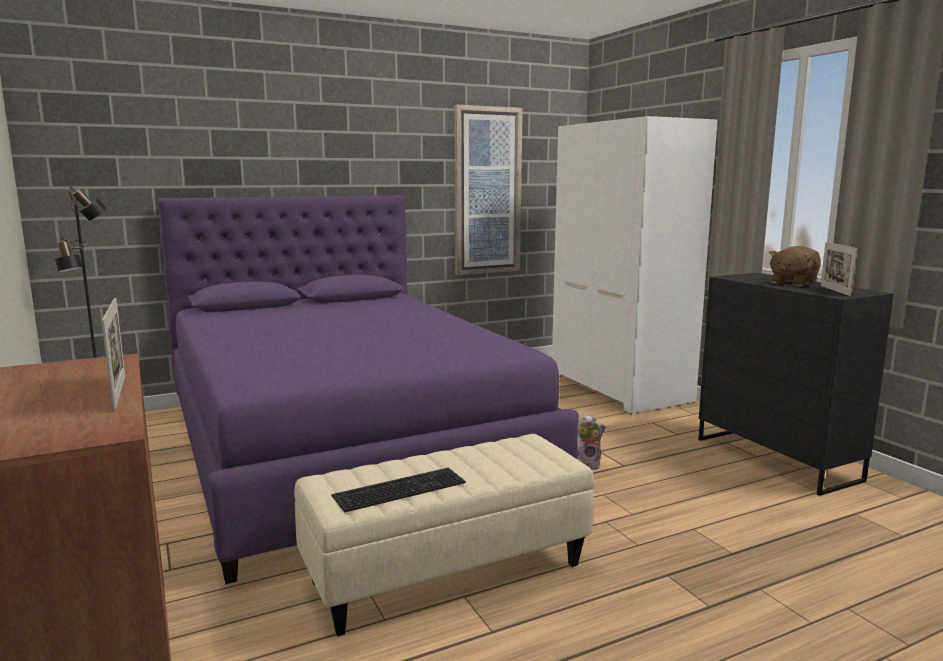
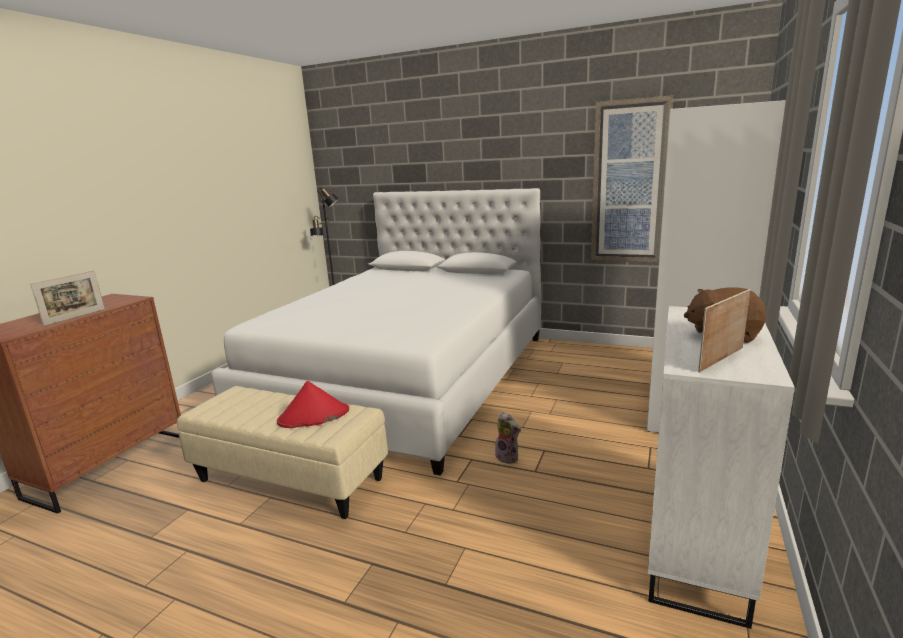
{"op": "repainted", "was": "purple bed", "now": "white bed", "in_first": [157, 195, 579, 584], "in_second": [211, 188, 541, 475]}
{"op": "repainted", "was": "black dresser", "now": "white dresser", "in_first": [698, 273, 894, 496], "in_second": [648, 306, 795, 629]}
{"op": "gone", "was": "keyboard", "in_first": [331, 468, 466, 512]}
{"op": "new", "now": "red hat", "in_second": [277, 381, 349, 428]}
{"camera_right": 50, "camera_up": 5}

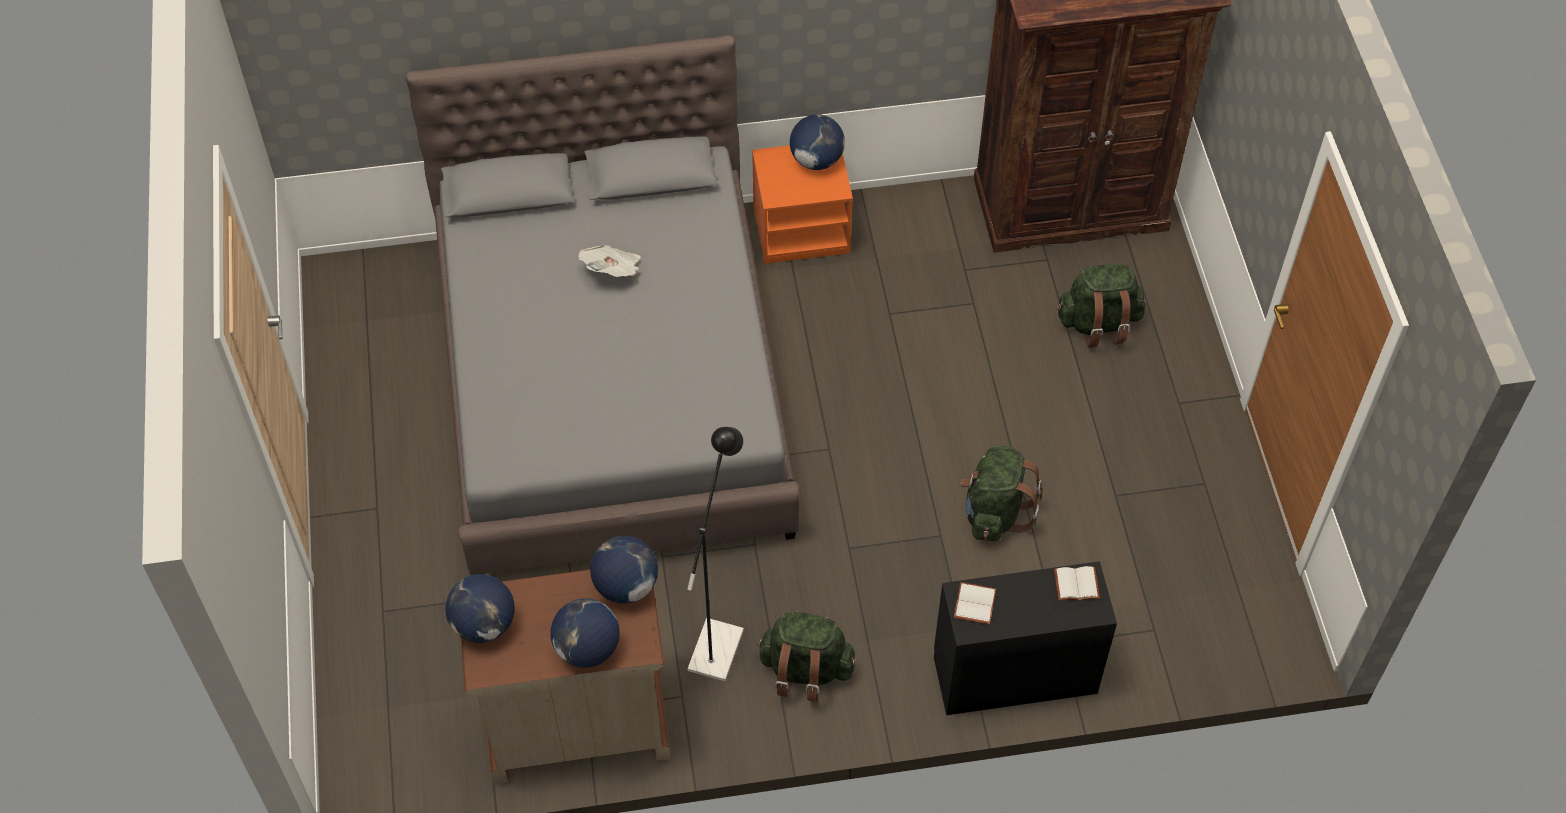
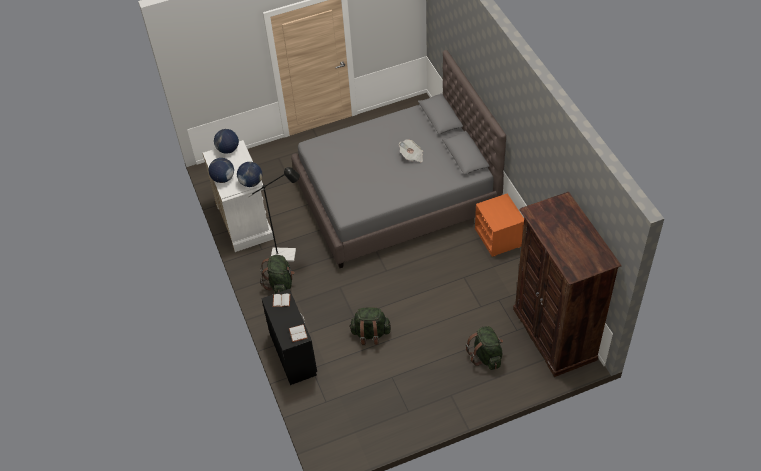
{"op": "gone", "was": "globe", "in_first": [790, 114, 845, 170]}
{"op": "repainted", "was": "brown dresser", "now": "white dresser", "in_first": [461, 570, 671, 785], "in_second": [202, 140, 274, 252]}
{"camera_right": 80, "camera_up": -5}

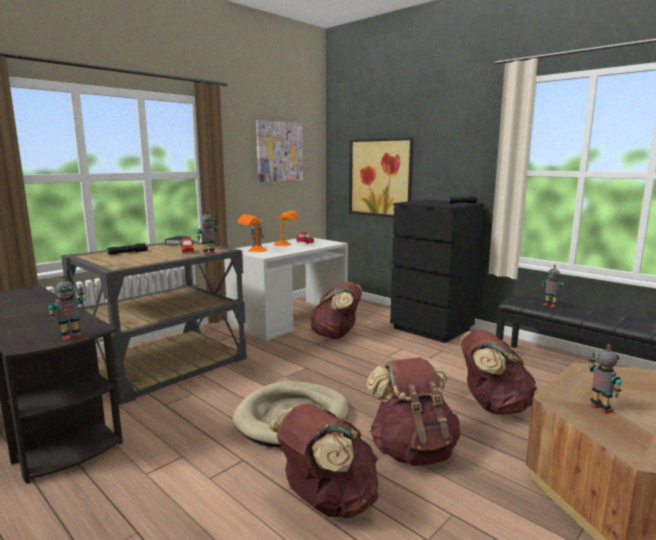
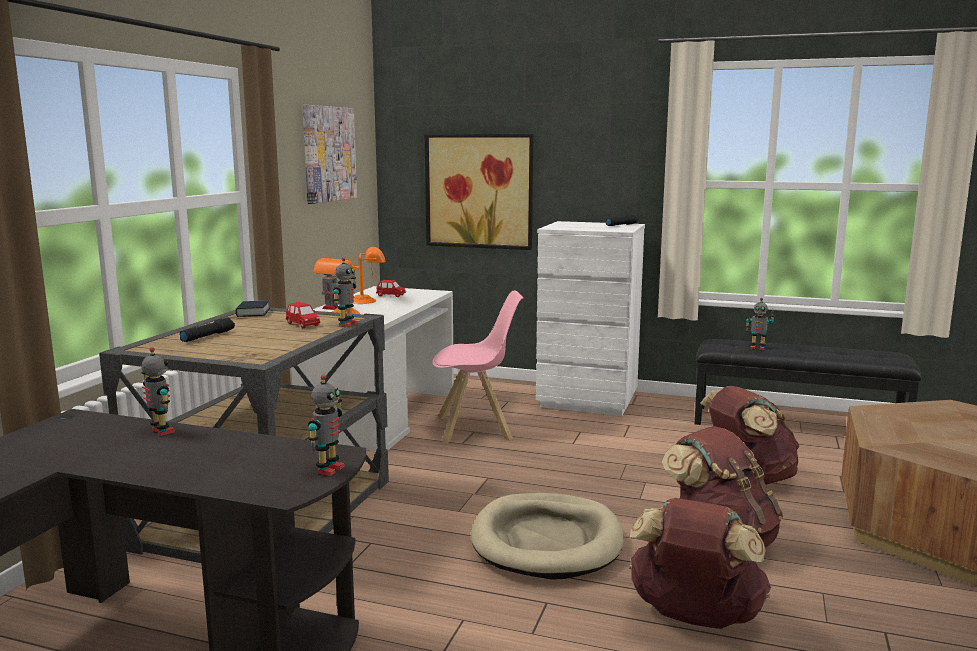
{"op": "repainted", "was": "black dresser", "now": "white dresser", "in_first": [390, 200, 484, 343], "in_second": [536, 221, 645, 416]}
{"op": "swapped", "was": "brown backpack", "now": "pink chair", "in_first": [309, 282, 362, 339], "in_second": [432, 290, 523, 443]}
{"op": "shifted", "was": "toy robot", "in_first": [589, 344, 622, 414], "in_second": [141, 347, 175, 436]}
{"camera_right": -25, "camera_up": 0}

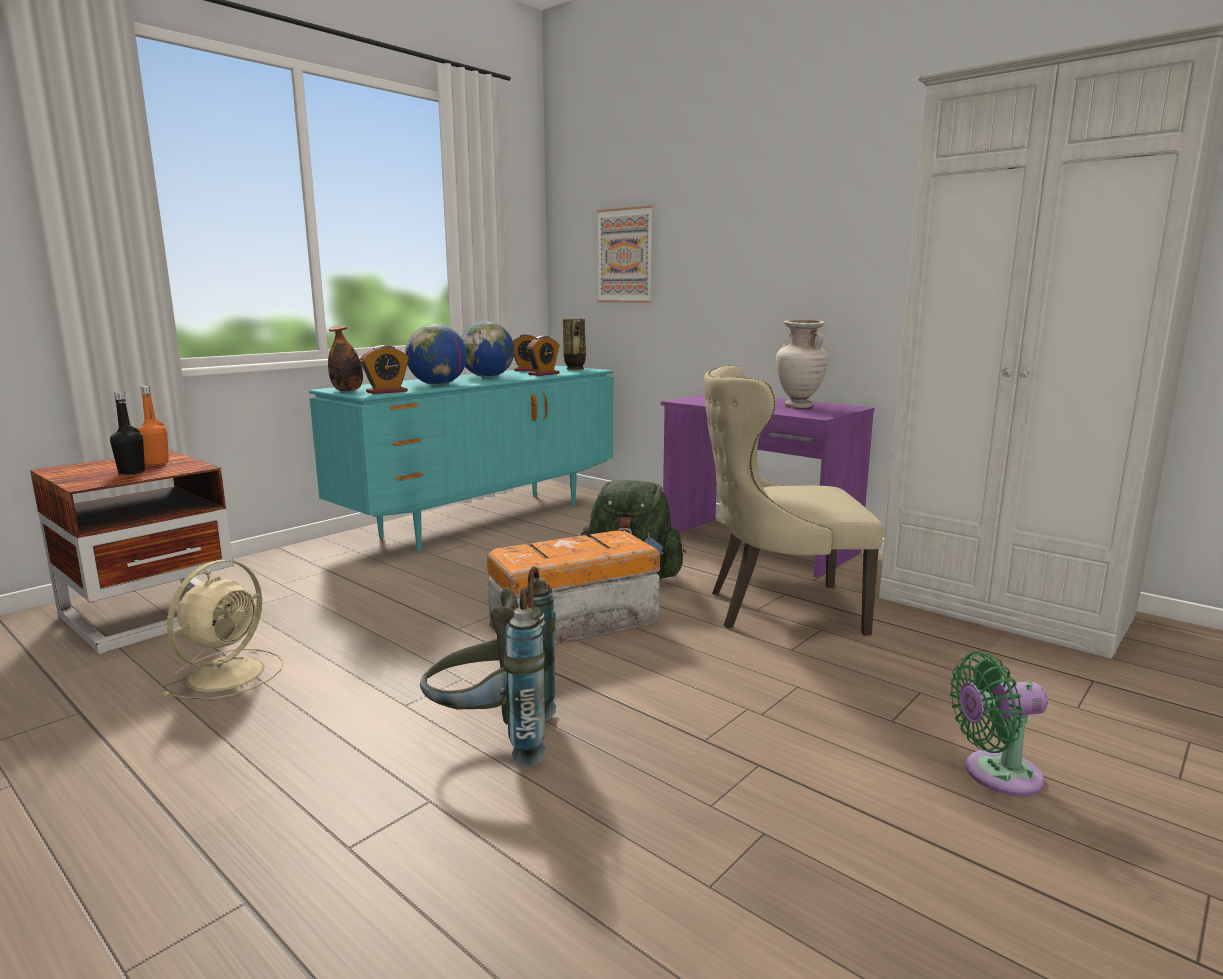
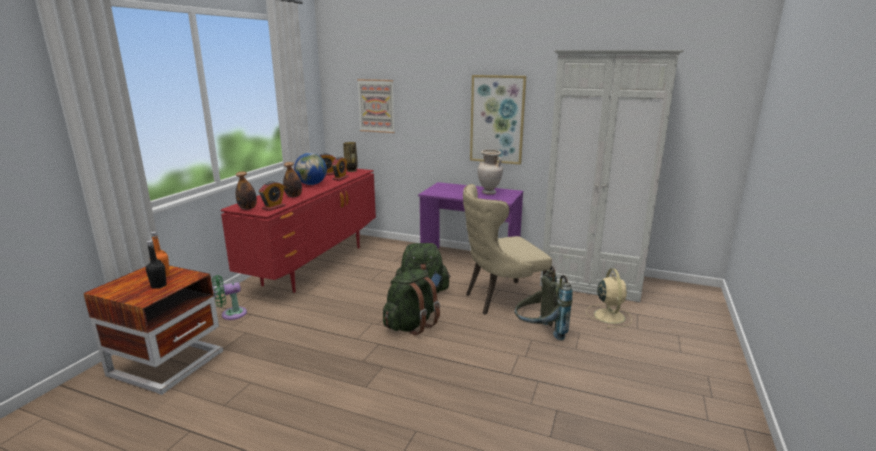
{"op": "swapped", "was": "globe", "now": "bottle", "in_first": [405, 324, 467, 385], "in_second": [283, 162, 302, 197]}
{"op": "repainted", "was": "turquoise dresser", "now": "red dresser", "in_first": [309, 366, 614, 551], "in_second": [221, 169, 376, 293]}
{"op": "swapped", "was": "storage box", "now": "green backpack", "in_first": [487, 530, 660, 645], "in_second": [383, 269, 440, 335]}
{"op": "shifted", "was": "beige fan", "in_first": [162, 560, 284, 699], "in_second": [586, 269, 632, 328]}
{"op": "shifted", "was": "grey backpack", "in_first": [420, 567, 556, 766], "in_second": [515, 266, 573, 340]}
{"op": "shifted", "was": "green fan", "in_first": [950, 652, 1048, 796], "in_second": [212, 275, 247, 320]}
{"op": "new", "now": "picture", "in_second": [470, 75, 526, 165]}
{"camera_right": -20, "camera_up": 5}

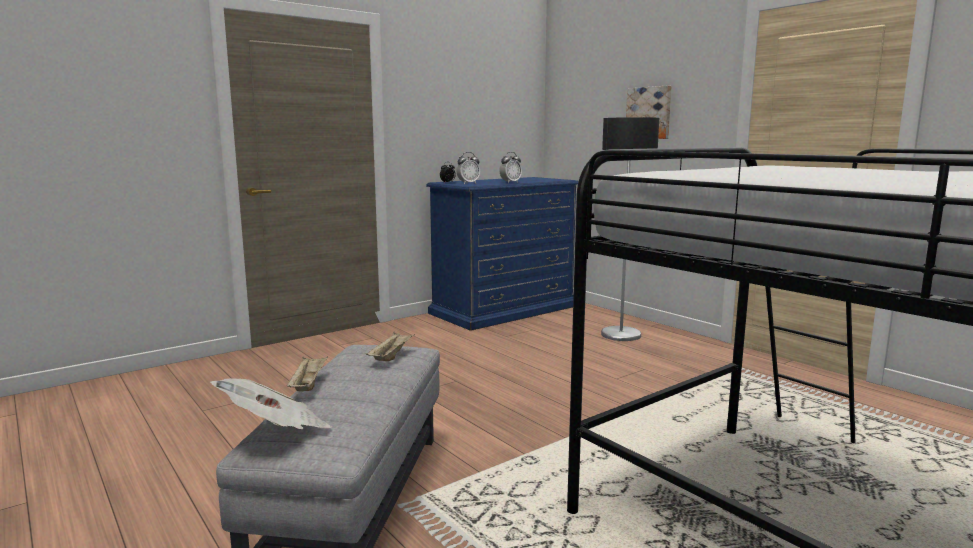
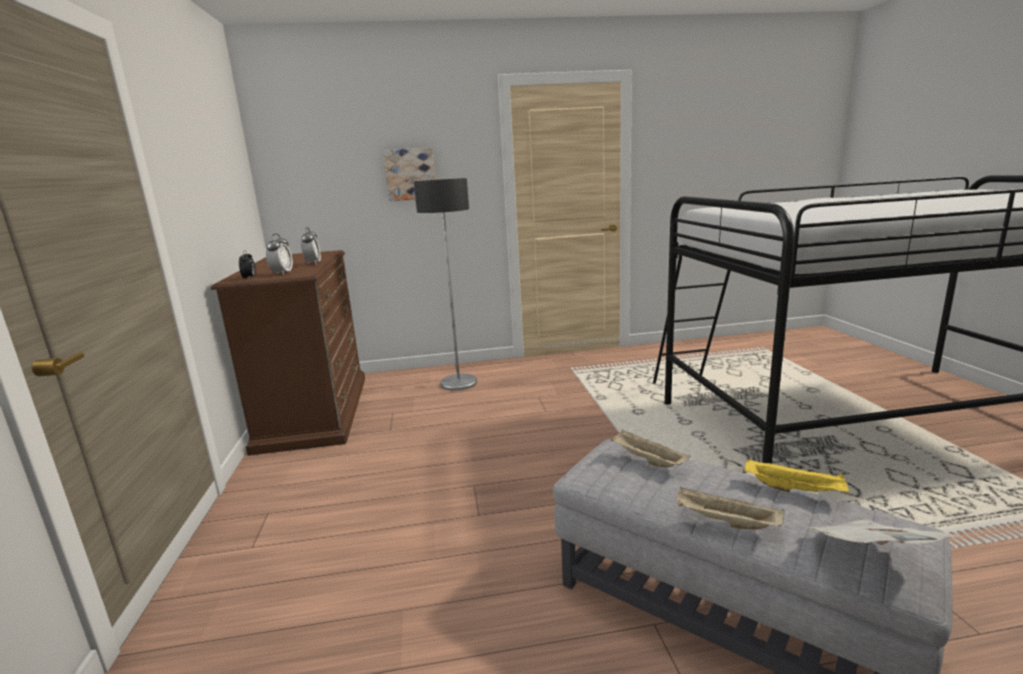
{"op": "repainted", "was": "blue dresser", "now": "brown dresser", "in_first": [426, 177, 578, 331], "in_second": [211, 250, 365, 456]}
{"op": "new", "now": "yellow tray", "in_second": [744, 459, 849, 493]}
{"camera_right": -60, "camera_up": 5}

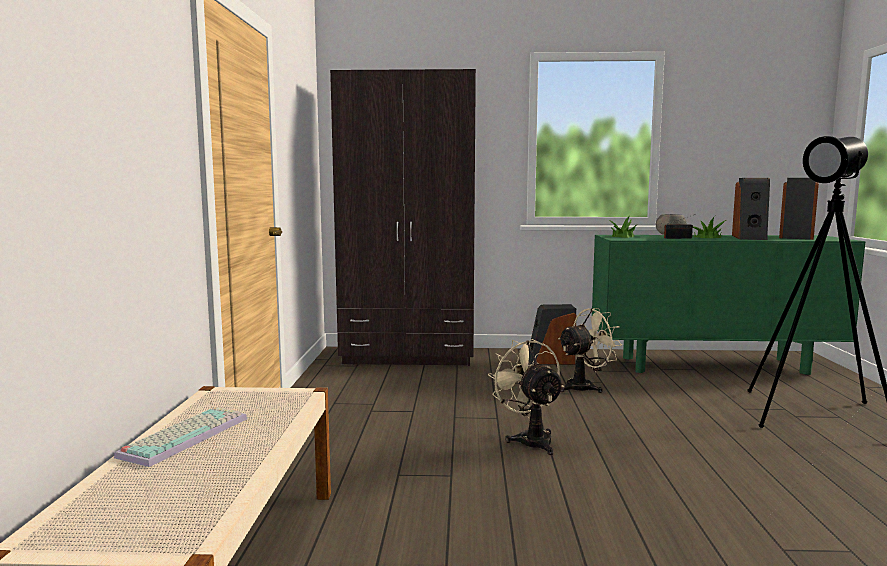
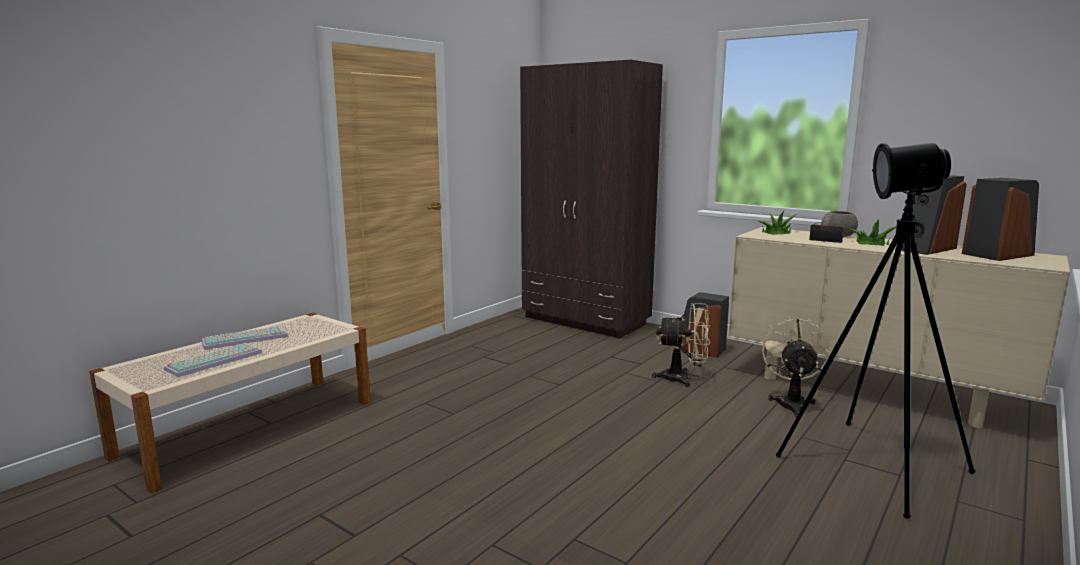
{"op": "repainted", "was": "green dresser", "now": "beige dresser", "in_first": [592, 235, 866, 375], "in_second": [728, 227, 1070, 428]}
{"op": "shifted", "was": "beige fan", "in_first": [488, 339, 564, 455], "in_second": [761, 316, 830, 417]}
{"op": "new", "now": "keyboard", "in_second": [164, 343, 262, 377]}
{"camera_right": 35, "camera_up": 5}

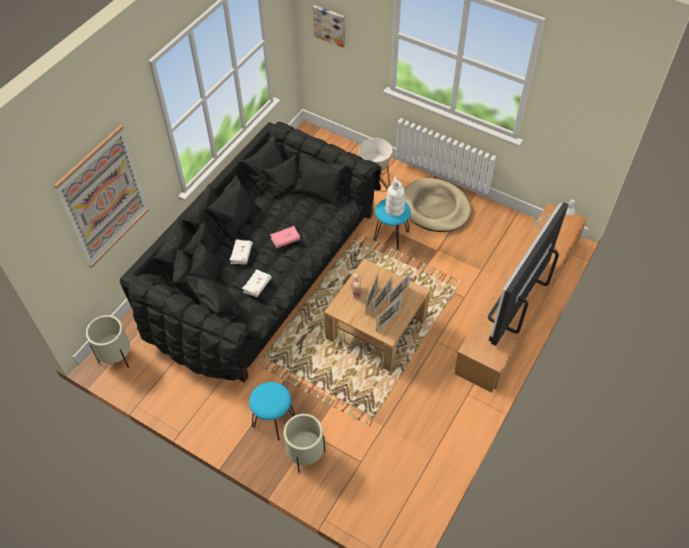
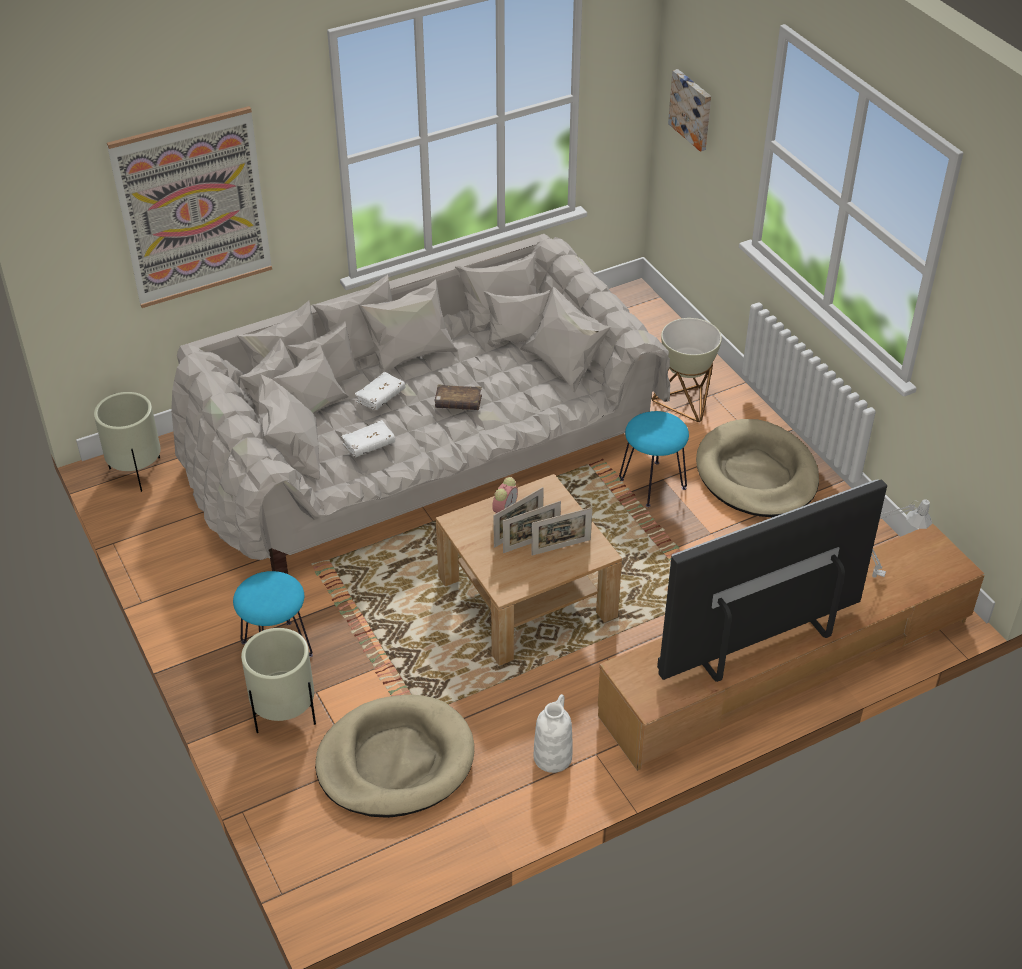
{"op": "repainted", "was": "black sofa", "now": "white sofa", "in_first": [120, 122, 381, 383], "in_second": [171, 234, 670, 574]}
{"op": "shifted", "was": "white vase", "in_first": [385, 177, 405, 217], "in_second": [534, 694, 573, 773]}
{"op": "repainted", "was": "pink book", "now": "brown book", "in_first": [270, 226, 300, 248], "in_second": [435, 384, 482, 410]}
{"op": "gone", "was": "picture frame", "in_first": [376, 296, 402, 332]}
{"op": "new", "now": "beige dog bed", "in_second": [315, 695, 474, 818]}
{"camera_right": 30, "camera_up": -10}

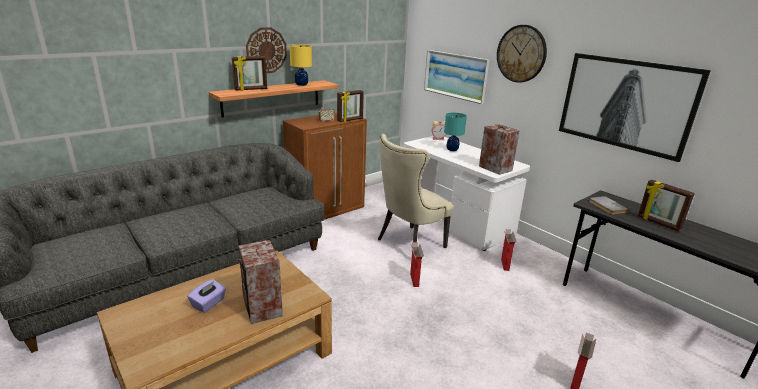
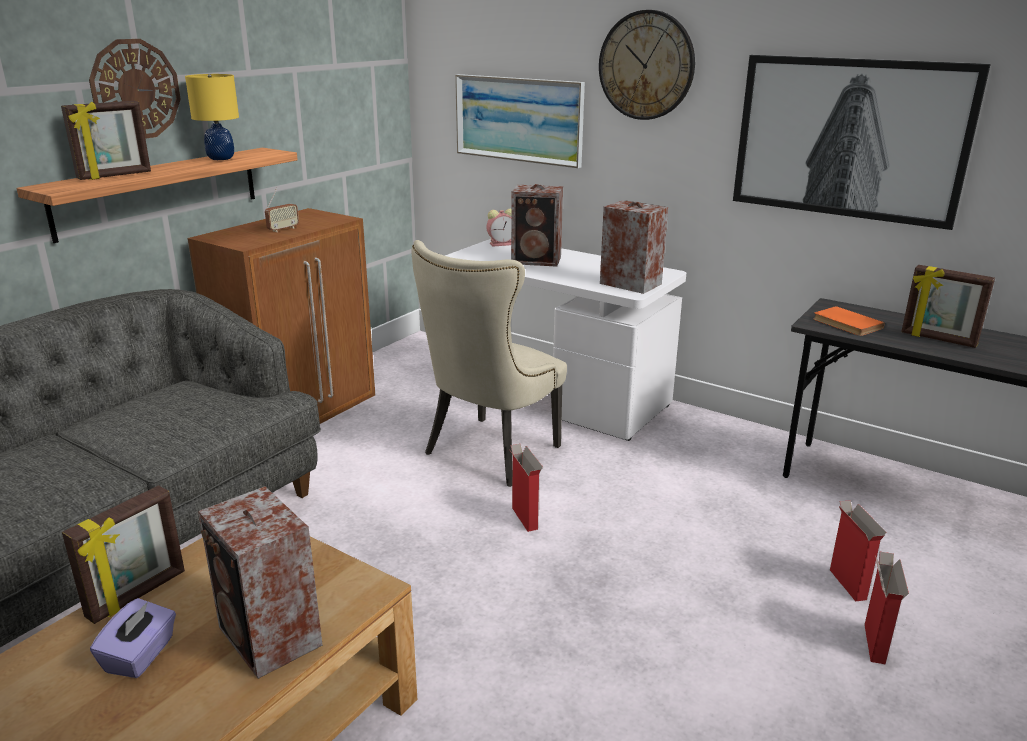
{"op": "shifted", "was": "picture frame", "in_first": [337, 90, 364, 122], "in_second": [62, 485, 185, 624]}
{"op": "swapped", "was": "turquoise table lamp", "now": "speaker", "in_first": [444, 113, 467, 151], "in_second": [511, 184, 563, 267]}
{"op": "repainted", "was": "grey book", "now": "orange book", "in_first": [589, 196, 629, 215], "in_second": [814, 306, 885, 336]}
{"op": "shifted", "was": "cardboard box", "in_first": [501, 229, 517, 271], "in_second": [830, 500, 886, 601]}
{"camera_right": -15, "camera_up": 0}

